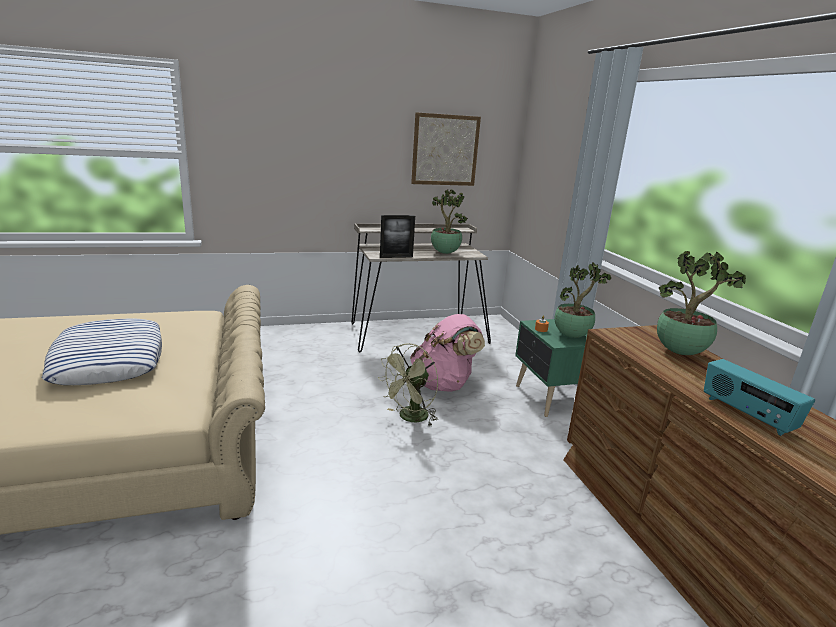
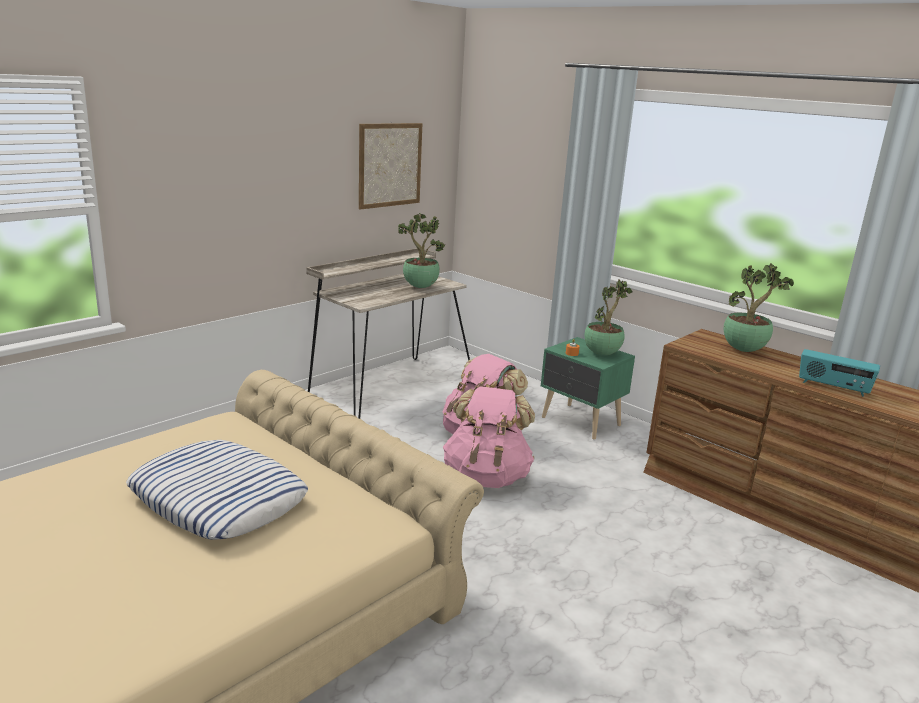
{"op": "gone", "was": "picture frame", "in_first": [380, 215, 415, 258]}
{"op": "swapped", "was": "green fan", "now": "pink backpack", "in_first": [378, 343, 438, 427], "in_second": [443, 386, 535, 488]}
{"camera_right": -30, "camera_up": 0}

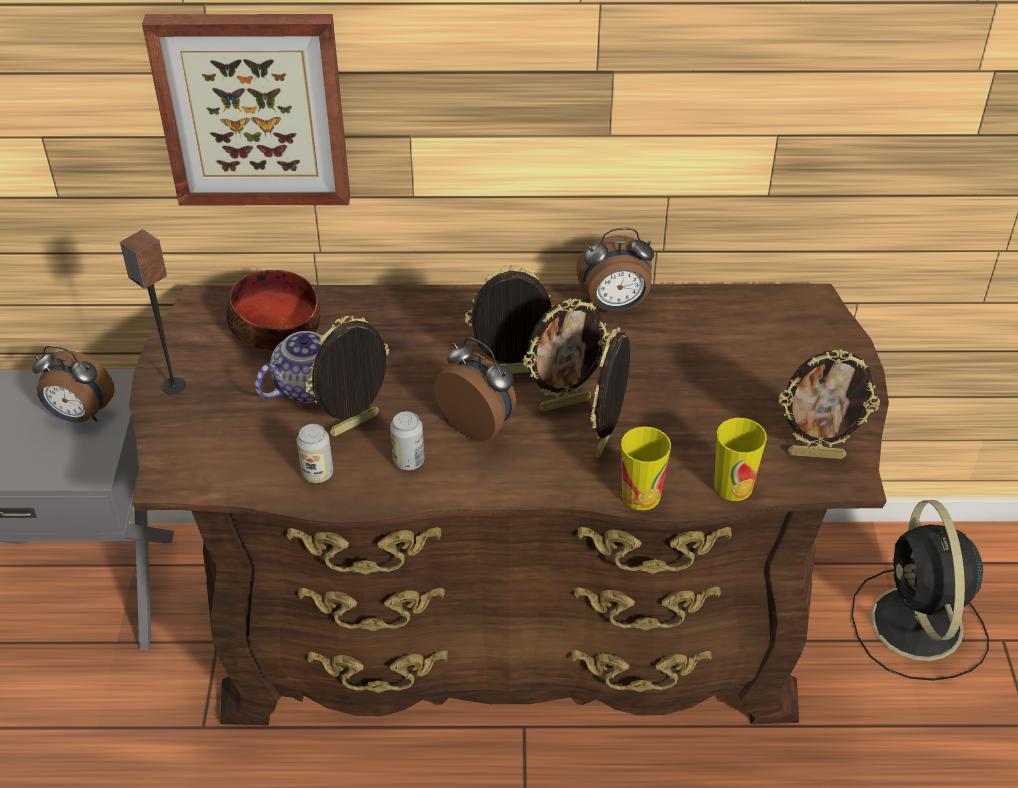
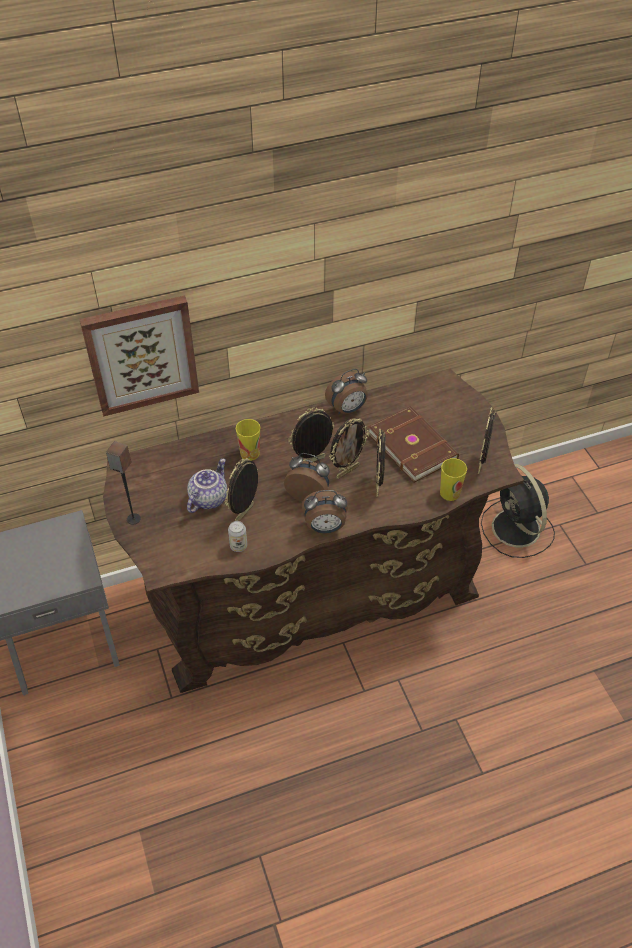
{"op": "gone", "was": "bowl", "in_first": [227, 270, 320, 351]}
{"op": "shifted", "was": "alarm clock", "in_first": [32, 345, 115, 423], "in_second": [302, 490, 348, 534]}
{"op": "rotated", "was": "picture frame", "in_first": [779, 349, 880, 459], "in_second": [478, 407, 496, 474], "clockwise": 120}
{"op": "gone", "was": "can", "in_first": [390, 411, 424, 470]}
{"op": "shifted", "was": "cup", "in_first": [621, 426, 671, 510], "in_second": [236, 419, 260, 461]}
{"op": "new", "now": "brown book", "in_second": [368, 406, 459, 483]}
{"camera_right": -20, "camera_up": 5}

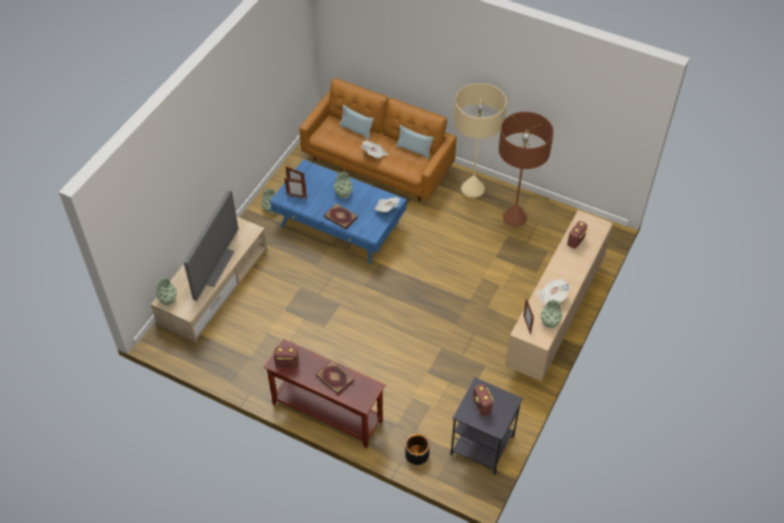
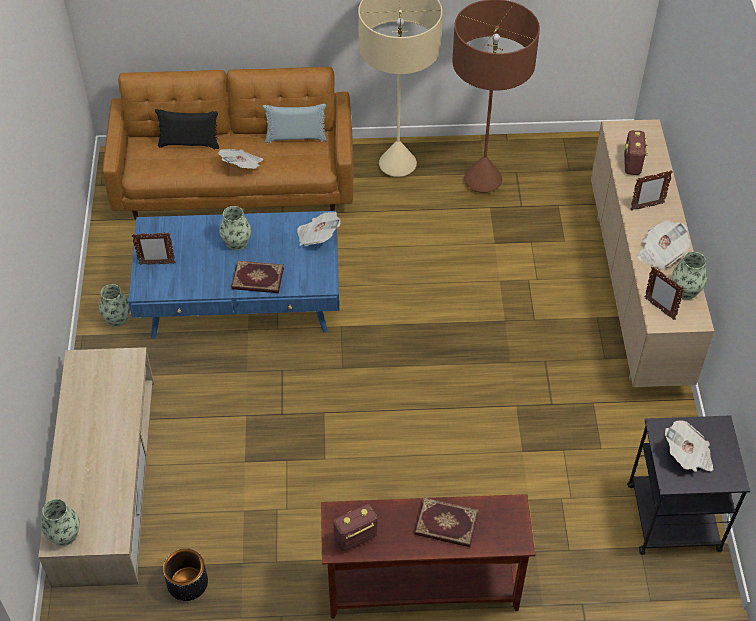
{"op": "repainted", "was": "blue pillow", "now": "black pillow", "in_first": [339, 105, 374, 140], "in_second": [155, 109, 219, 149]}
{"op": "shifted", "was": "picture frame", "in_first": [284, 177, 307, 199], "in_second": [631, 170, 673, 211]}
{"op": "gone", "was": "television", "in_first": [184, 191, 239, 301]}
{"op": "swapped", "was": "radio", "now": "newspaper", "in_first": [473, 384, 494, 416], "in_second": [665, 420, 713, 472]}
{"op": "shifted", "was": "black planter", "in_first": [405, 434, 430, 465], "in_second": [163, 548, 208, 601]}
{"camera_right": -30, "camera_up": 0}

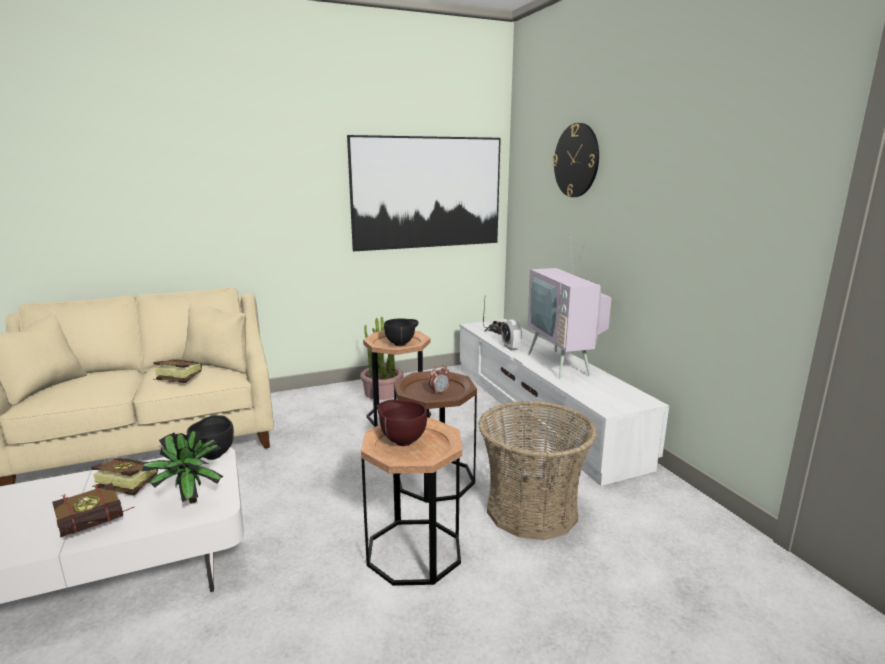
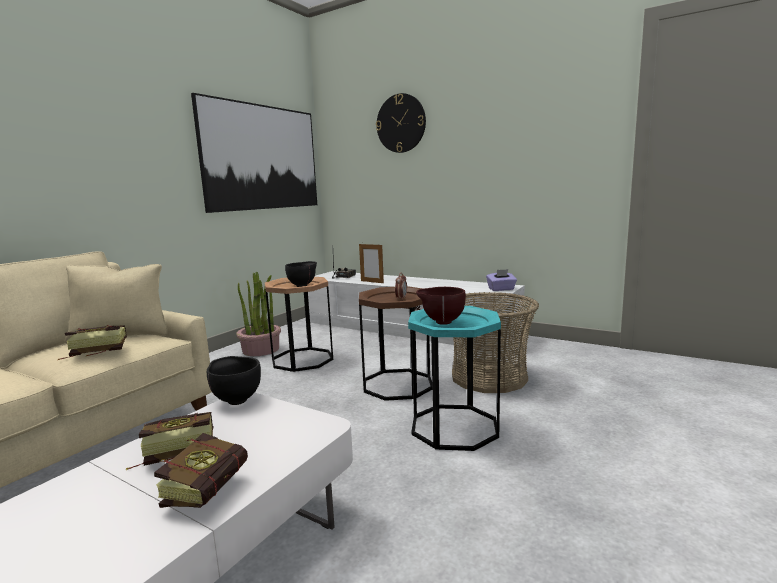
{"op": "gone", "was": "television", "in_first": [527, 237, 612, 379]}
{"op": "swapped", "was": "alarm clock", "now": "picture frame", "in_first": [501, 319, 522, 350], "in_second": [359, 243, 384, 283]}
{"op": "repainted", "was": "brown side table", "now": "turquoise side table", "in_first": [361, 418, 462, 586], "in_second": [408, 306, 501, 451]}
{"op": "gone", "was": "potted plant", "in_first": [142, 430, 224, 504]}
{"op": "new", "now": "purple tissue box", "in_second": [486, 269, 517, 291]}
{"camera_right": -35, "camera_up": -5}

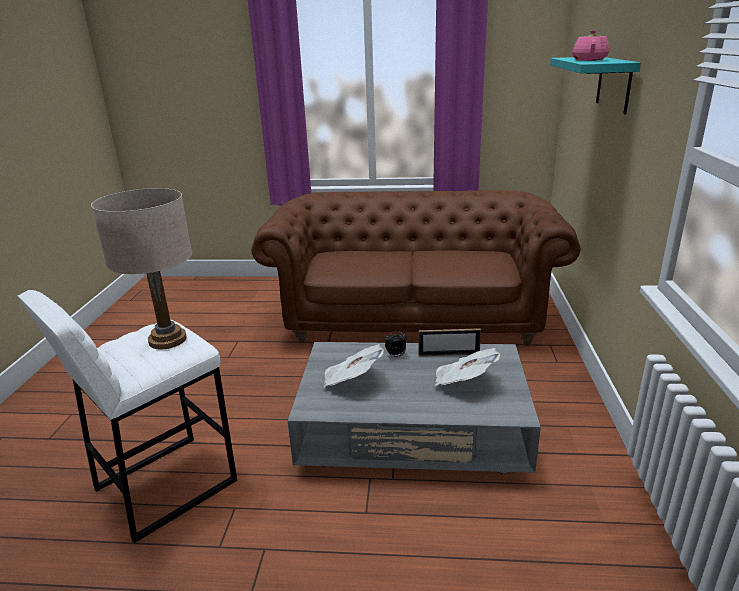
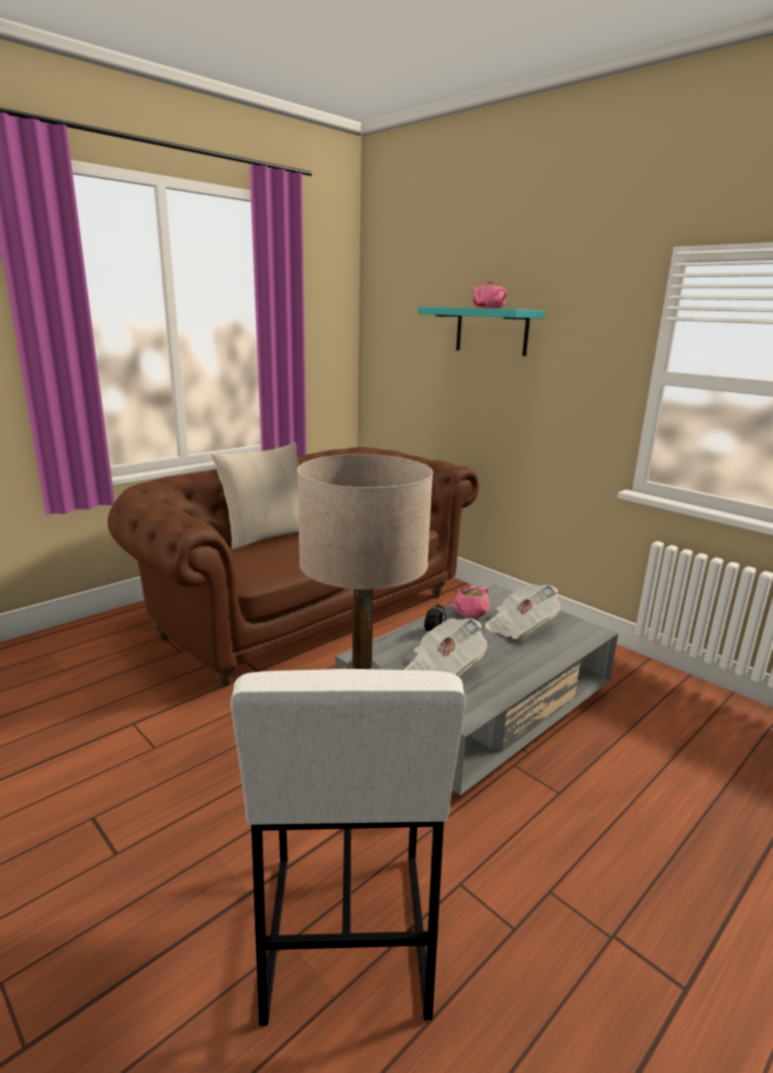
{"op": "swapped", "was": "picture frame", "now": "pink teapot", "in_first": [418, 328, 481, 356], "in_second": [454, 586, 490, 618]}
{"op": "new", "now": "beige pillow", "in_second": [211, 442, 299, 550]}
{"camera_right": -50, "camera_up": -5}

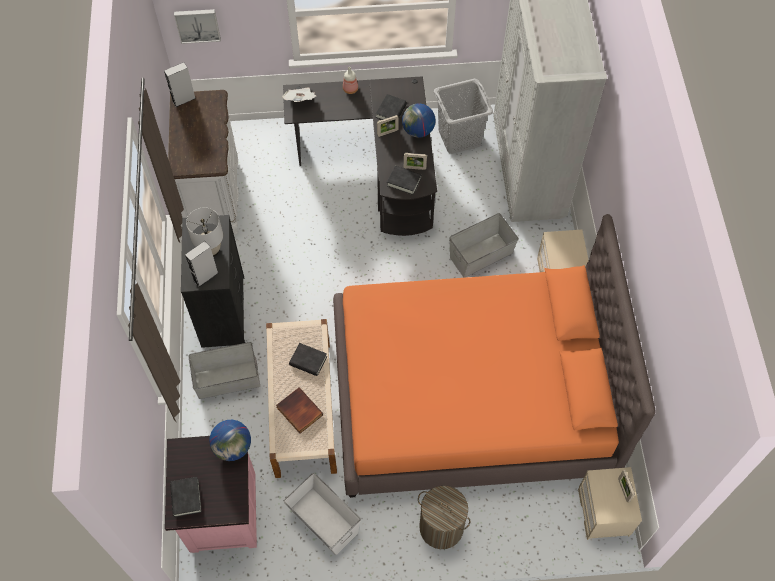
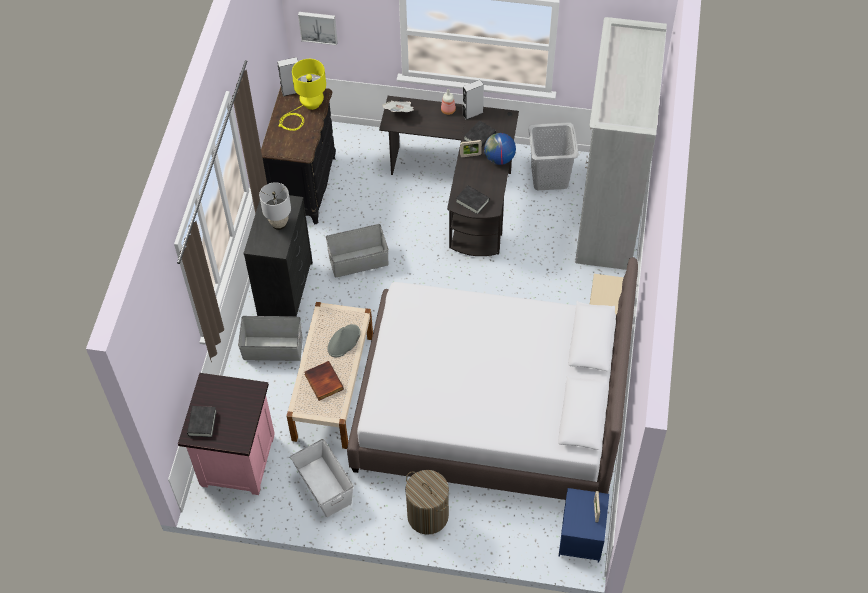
{"op": "repainted", "was": "white dresser", "now": "black dresser", "in_first": [168, 90, 239, 235], "in_second": [261, 87, 336, 224]}
{"op": "gone", "was": "picture frame", "in_first": [404, 153, 427, 170]}
{"op": "shifted", "was": "grey storage box", "in_first": [449, 213, 519, 278], "in_second": [326, 224, 389, 278]}
{"op": "repainted", "was": "orange bed", "now": "white bed", "in_first": [333, 214, 656, 498], "in_second": [347, 257, 638, 500]}
{"op": "shifted", "was": "grey speaker", "in_first": [185, 241, 218, 287], "in_second": [463, 80, 484, 120]}
{"op": "swapped", "was": "black book", "now": "grey hat", "in_first": [289, 343, 327, 376], "in_second": [328, 324, 360, 357]}
{"op": "gone", "was": "globe", "in_first": [209, 420, 251, 461]}
{"op": "repainted", "was": "beige nightstand", "now": "blue nightstand", "in_first": [578, 467, 642, 540], "in_second": [559, 488, 609, 563]}
{"op": "new", "now": "yellow table lamp", "in_second": [279, 59, 326, 131]}
{"camera_right": 15, "camera_up": -5}

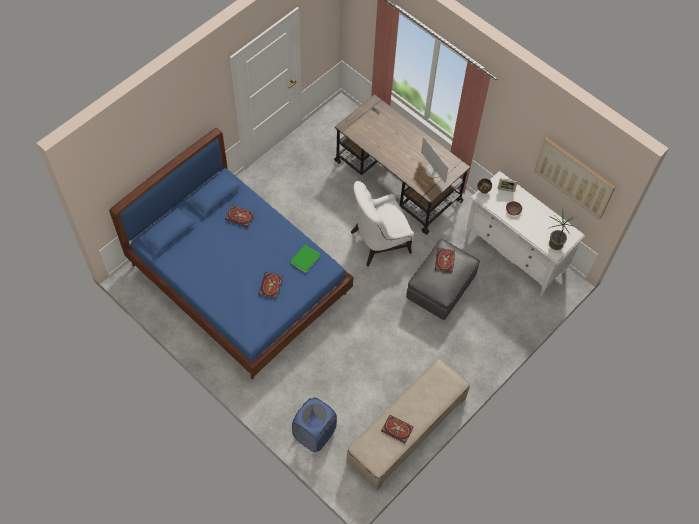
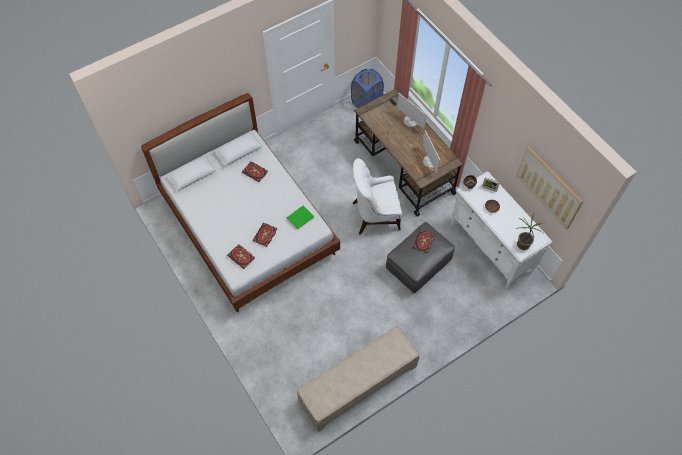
{"op": "repainted", "was": "blue bed", "now": "white bed", "in_first": [109, 128, 353, 379], "in_second": [141, 93, 340, 312]}
{"op": "shifted", "was": "blue laundry basket", "in_first": [292, 397, 337, 452], "in_second": [351, 69, 384, 108]}
{"op": "shifted", "was": "book", "in_first": [381, 415, 413, 443], "in_second": [227, 244, 255, 269]}
{"op": "new", "now": "monitor", "in_second": [397, 93, 427, 129]}
{"camera_right": 15, "camera_up": 0}

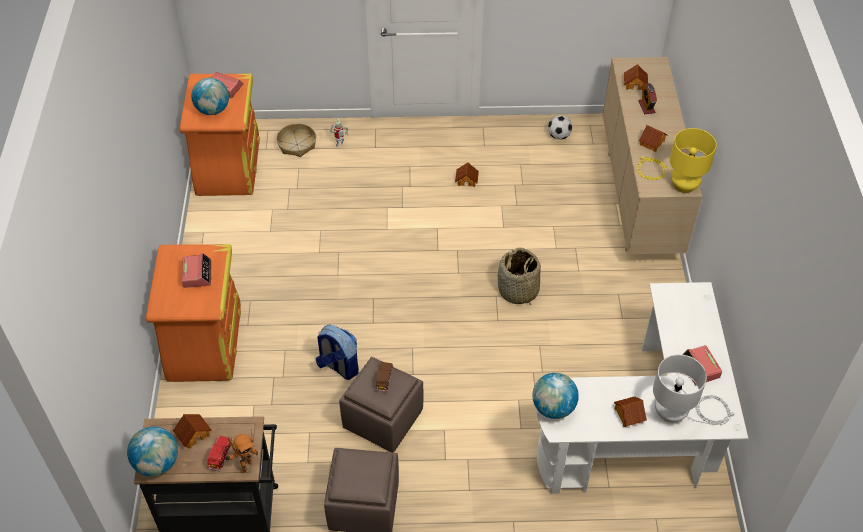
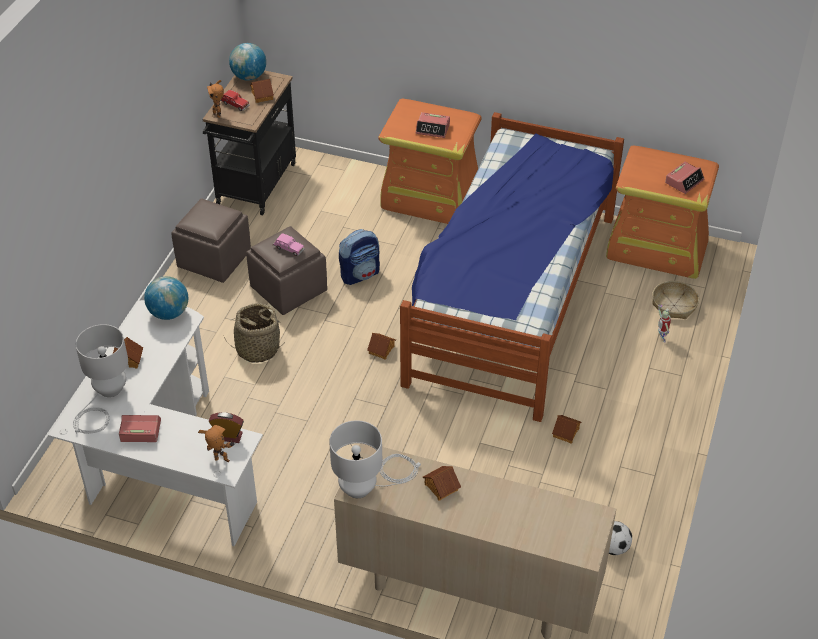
{"op": "shifted", "was": "toy house", "in_first": [624, 64, 648, 90], "in_second": [367, 333, 396, 360]}
{"op": "gone", "was": "globe", "in_first": [191, 78, 229, 115]}
{"op": "shifted", "was": "alarm clock", "in_first": [638, 83, 657, 114], "in_second": [209, 412, 244, 443]}
{"op": "repainted", "was": "yellow table lamp", "now": "grey table lamp", "in_first": [637, 128, 717, 193], "in_second": [330, 420, 421, 498]}
{"op": "shifted", "was": "basket", "in_first": [498, 248, 541, 305], "in_second": [224, 303, 286, 363]}
{"op": "repainted", "was": "brown toy car", "now": "pink toy car", "in_first": [375, 362, 393, 392], "in_second": [273, 234, 305, 256]}
{"op": "new", "now": "bed", "in_second": [400, 112, 624, 422]}
{"op": "new", "now": "toy robot", "in_second": [198, 425, 234, 462]}
{"camera_right": 110, "camera_up": -5}

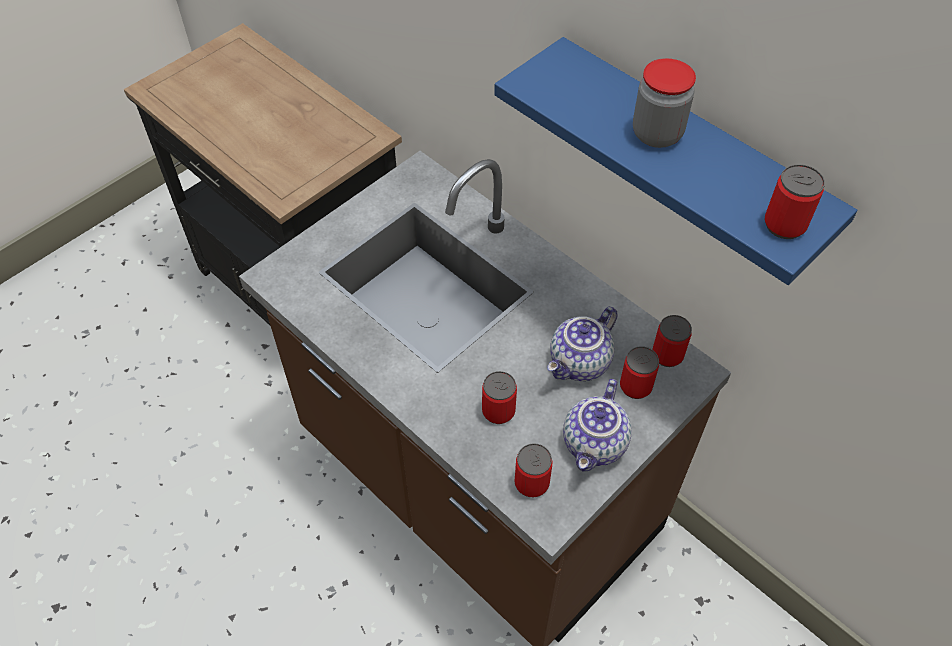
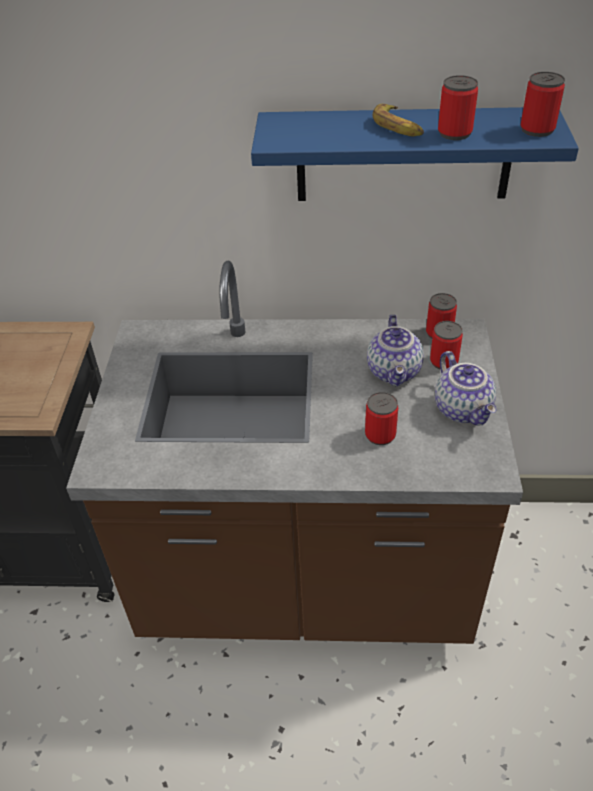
{"op": "swapped", "was": "jar", "now": "banana", "in_first": [633, 58, 696, 148], "in_second": [373, 104, 424, 136]}
{"op": "shifted", "was": "can", "in_first": [514, 443, 552, 497], "in_second": [438, 75, 478, 140]}
{"camera_right": -40, "camera_up": -10}

